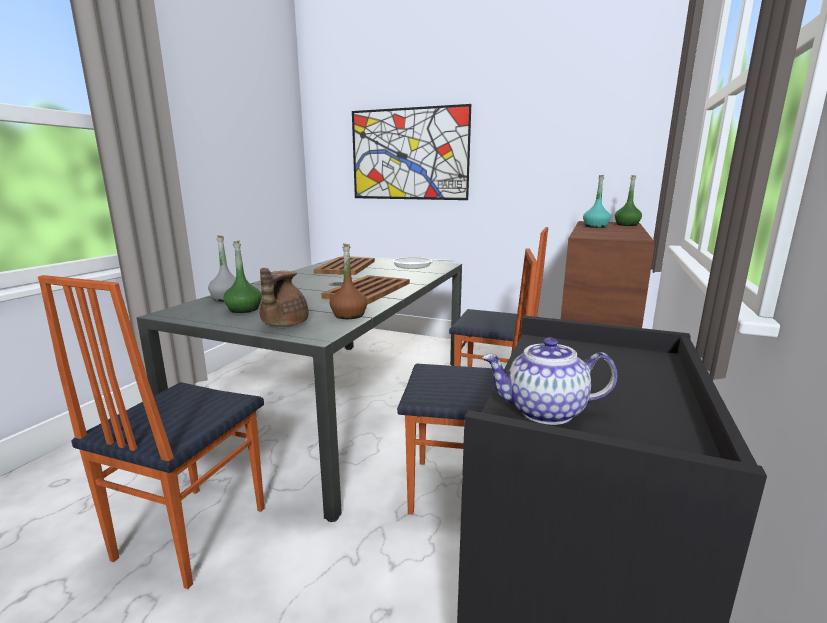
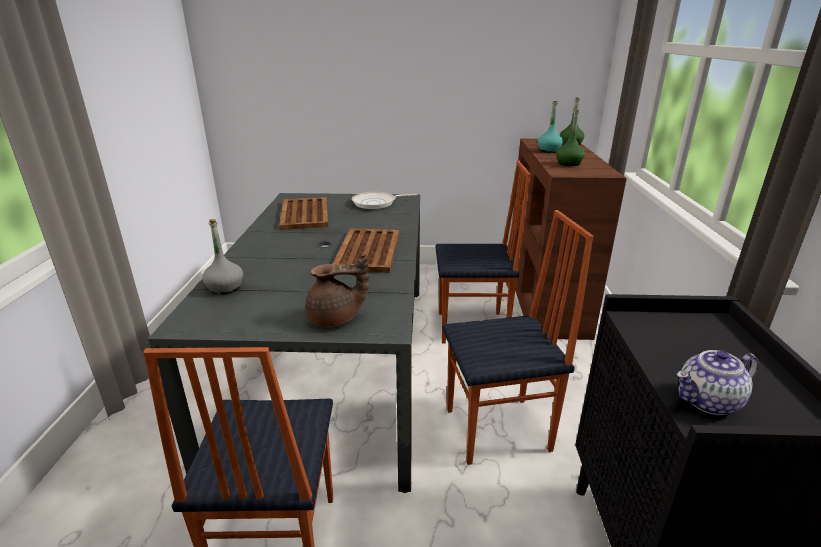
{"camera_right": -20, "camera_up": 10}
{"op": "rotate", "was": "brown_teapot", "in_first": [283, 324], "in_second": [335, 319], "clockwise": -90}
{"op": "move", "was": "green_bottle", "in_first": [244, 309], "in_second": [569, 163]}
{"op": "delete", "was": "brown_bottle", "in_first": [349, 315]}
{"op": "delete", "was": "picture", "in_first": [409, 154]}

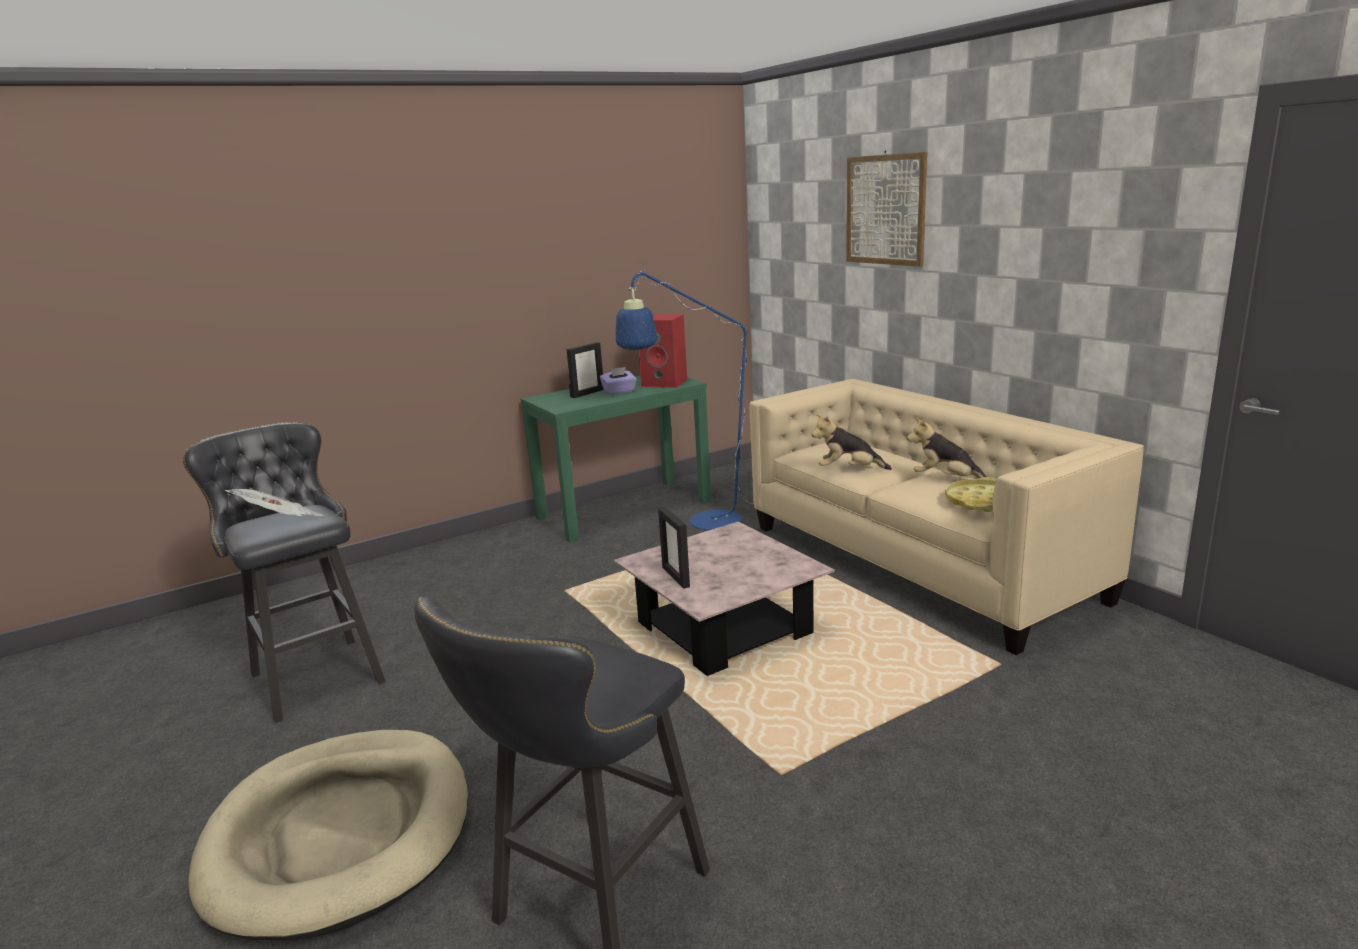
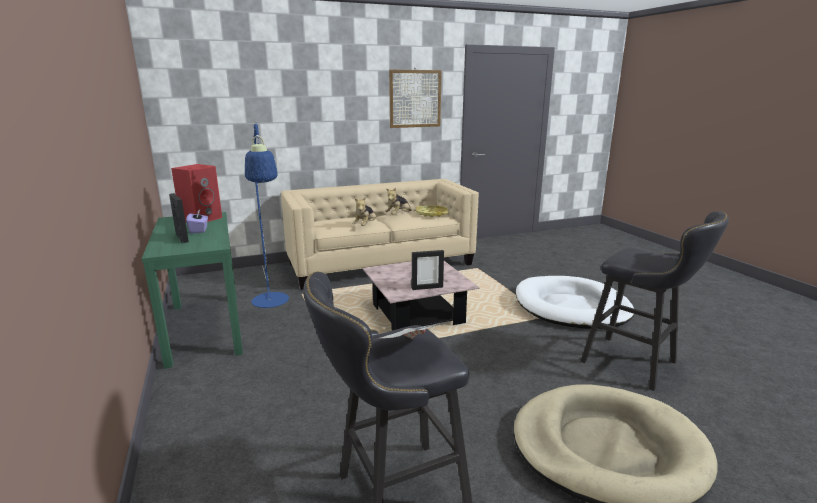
{"camera_right": -80, "camera_up": 0}
{"op": "move", "was": "picture", "in_first": [885, 208], "in_second": [415, 98]}
{"op": "insert", "now": "white_dog_bed", "in_second": [571, 307]}

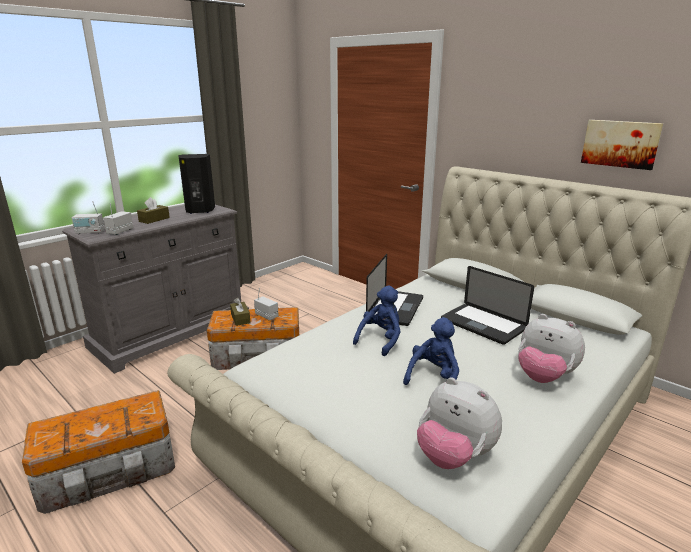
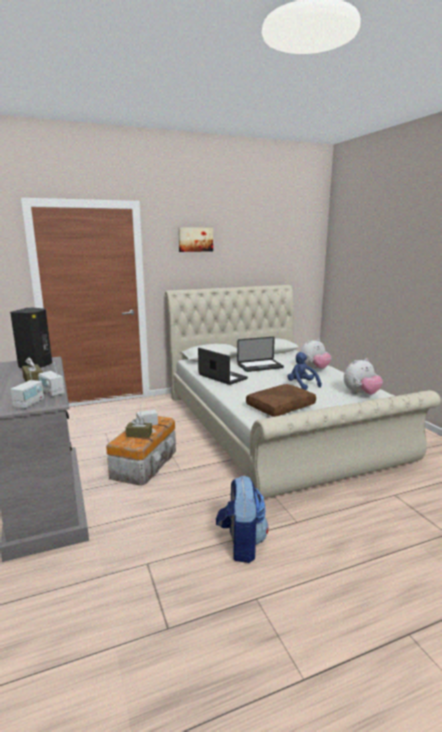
{"camera_right": -65, "camera_up": -5}
{"op": "move", "was": "picture", "in_first": [620, 143], "in_second": [195, 239]}
{"op": "replace", "was": "storage_box", "now": "backpack", "in_first": [110, 471], "in_second": [241, 544]}
{"op": "insert", "now": "brown_pillow", "in_second": [280, 406]}
{"op": "delete", "was": "blue_plush_toy", "in_first": [381, 340]}

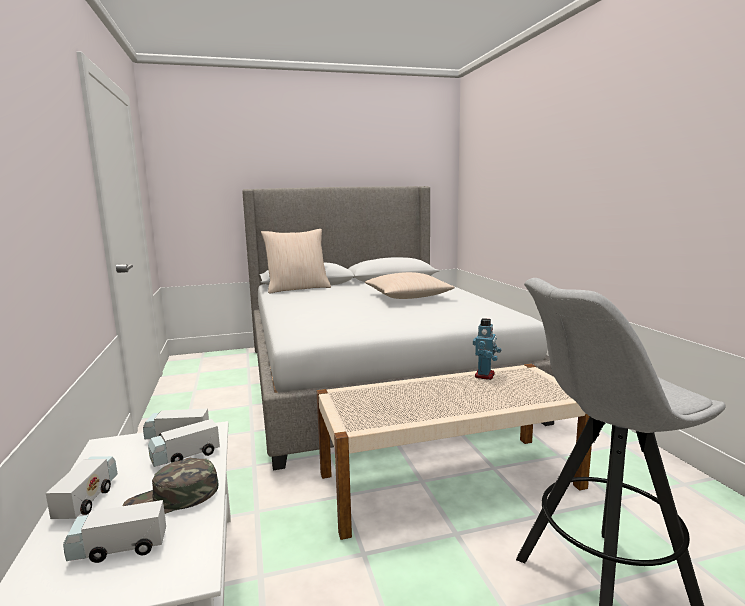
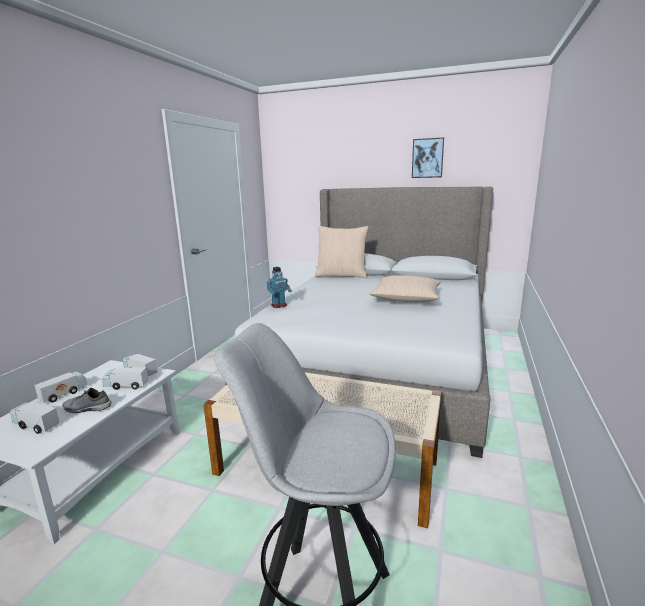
{"camera_right": 35, "camera_up": 5}
{"op": "replace", "was": "green_cap", "now": "grey_shoe", "in_first": [173, 498], "in_second": [86, 409]}
{"op": "move", "was": "toy_robot", "in_first": [485, 375], "in_second": [279, 305]}
{"op": "insert", "now": "picture", "in_second": [427, 158]}

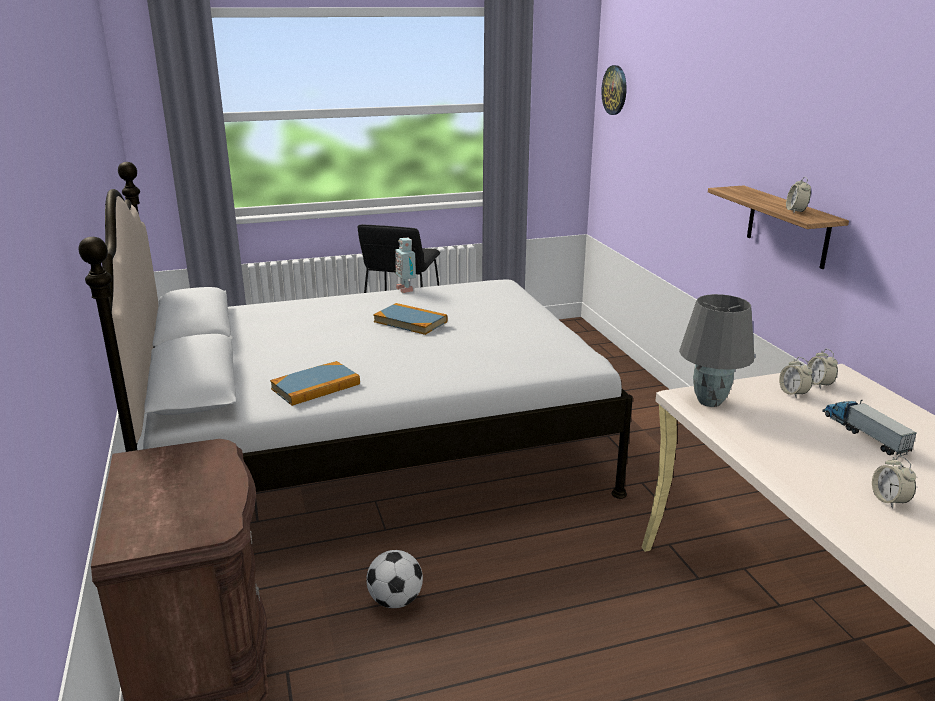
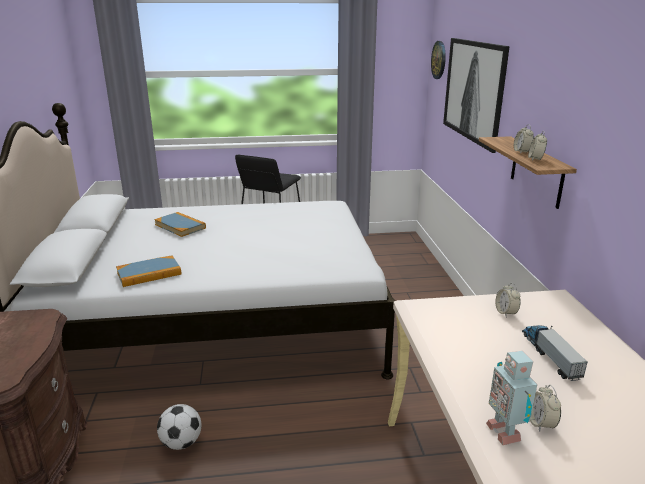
{"camera_right": 10, "camera_up": 0}
{"op": "move", "was": "book", "in_first": [410, 322], "in_second": [180, 226]}
{"op": "insert", "now": "picture", "in_second": [473, 90]}
{"op": "move", "was": "toy_robot", "in_first": [406, 289], "in_second": [505, 431]}
{"op": "move", "was": "alarm_clock", "in_first": [819, 384], "in_second": [521, 152]}
{"op": "delete", "was": "grey_table_lamp", "in_first": [709, 402]}

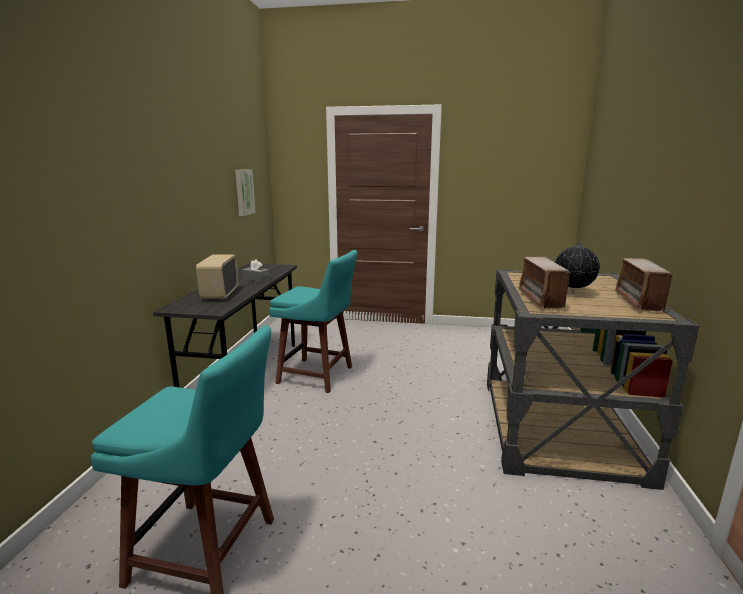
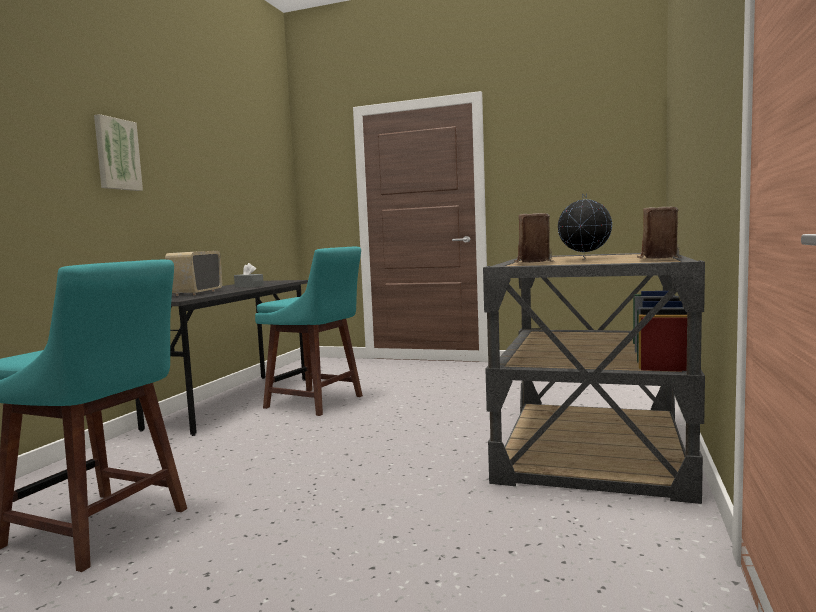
{"camera_right": 10, "camera_up": -10}
{"op": "move", "was": "picture", "in_first": [243, 192], "in_second": [116, 154]}

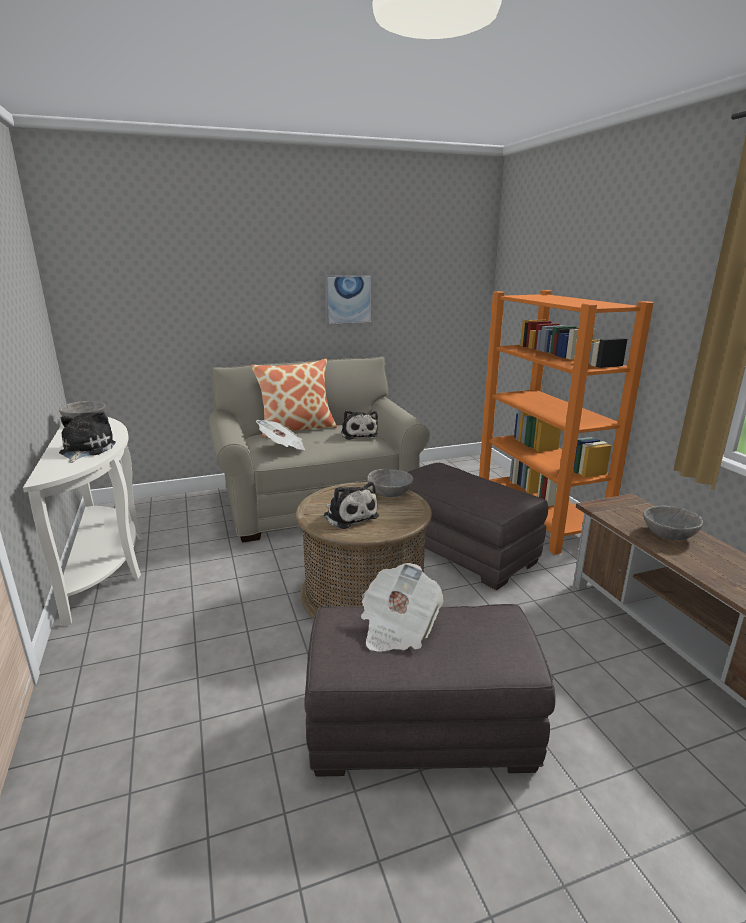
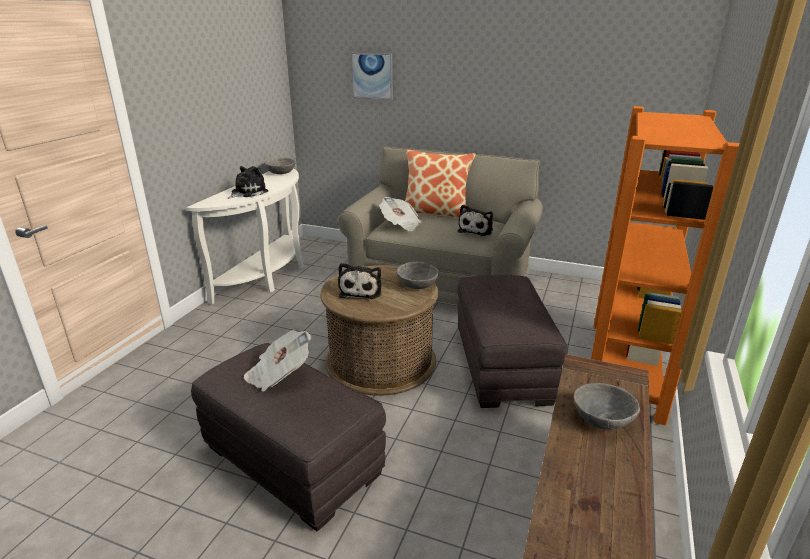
{"camera_right": 40, "camera_up": 5}
{"op": "move", "was": "picture", "in_first": [348, 299], "in_second": [372, 76]}

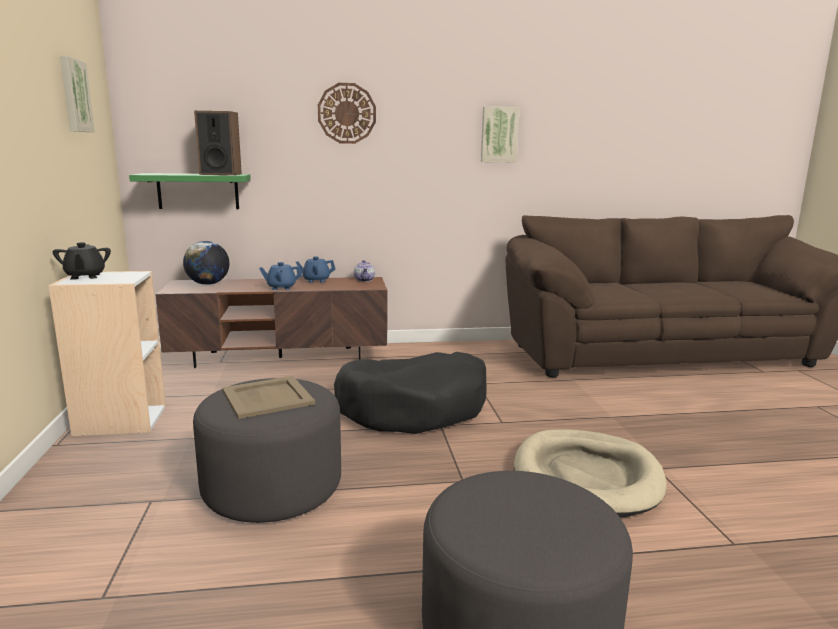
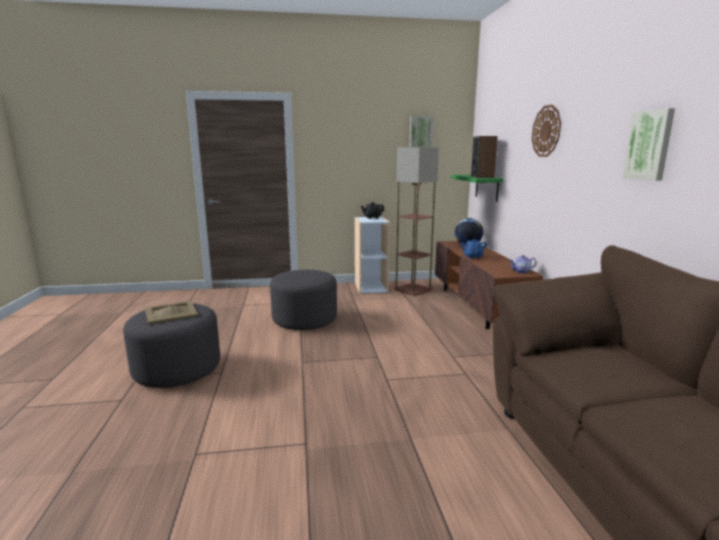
{"camera_right": 90, "camera_up": 0}
{"op": "move", "was": "beige_tray", "in_first": [268, 397], "in_second": [170, 313]}
{"op": "insert", "now": "floor_lamp", "in_second": [413, 290]}
{"op": "delete", "was": "blue_teapot", "in_first": [316, 280]}
{"op": "delete", "was": "black_dog_bed", "in_first": [414, 408]}
{"op": "delete", "was": "beige_dog_bed", "in_first": [587, 477]}

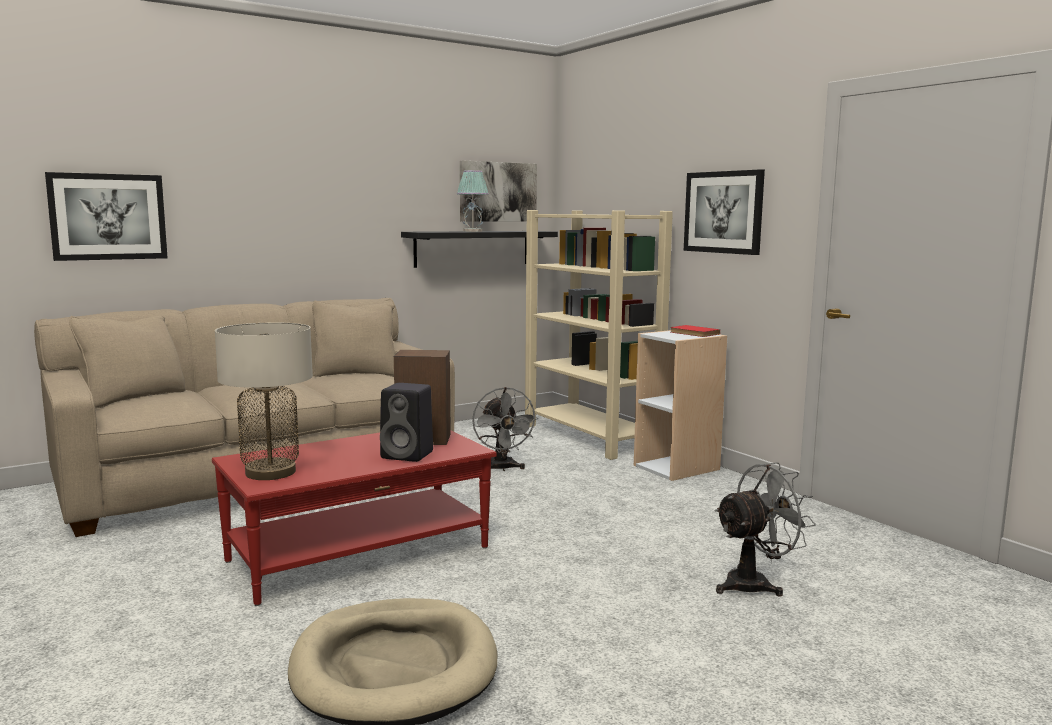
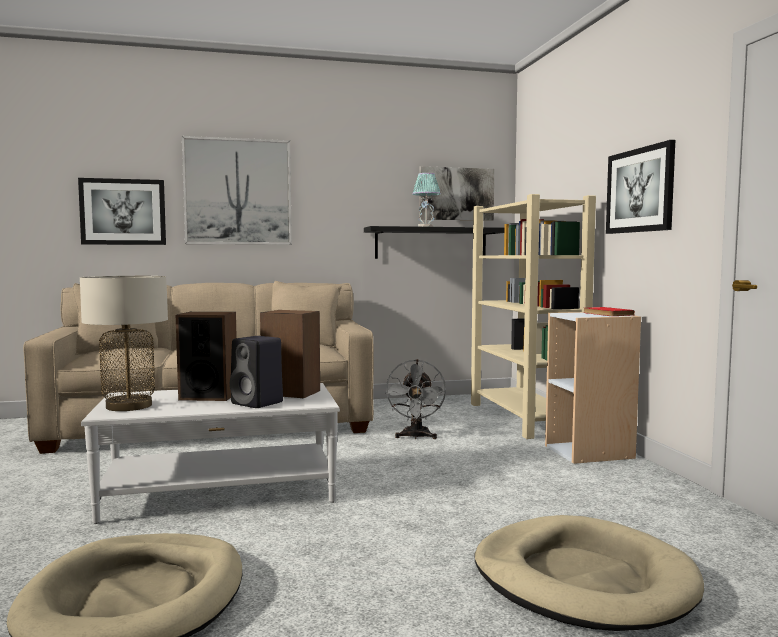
{"camera_right": 20, "camera_up": -5}
{"op": "recolor", "was": "red_coffee_table", "now": "white_coffee_table", "in_first": [360, 554], "in_second": [222, 493]}
{"op": "insert", "now": "speaker", "in_second": [208, 396]}
{"op": "insert", "now": "picture", "in_second": [238, 192]}
{"op": "replace", "was": "grey_fan", "now": "beige_dog_bed", "in_first": [755, 583], "in_second": [582, 579]}

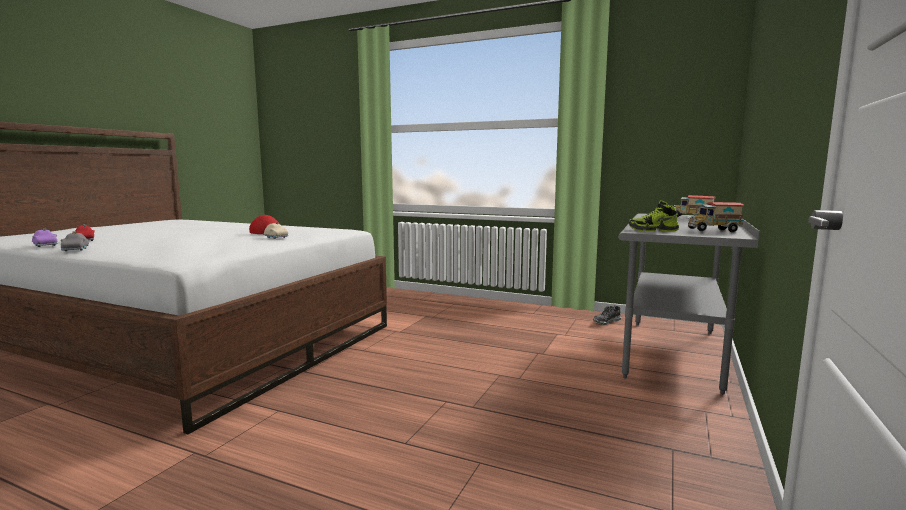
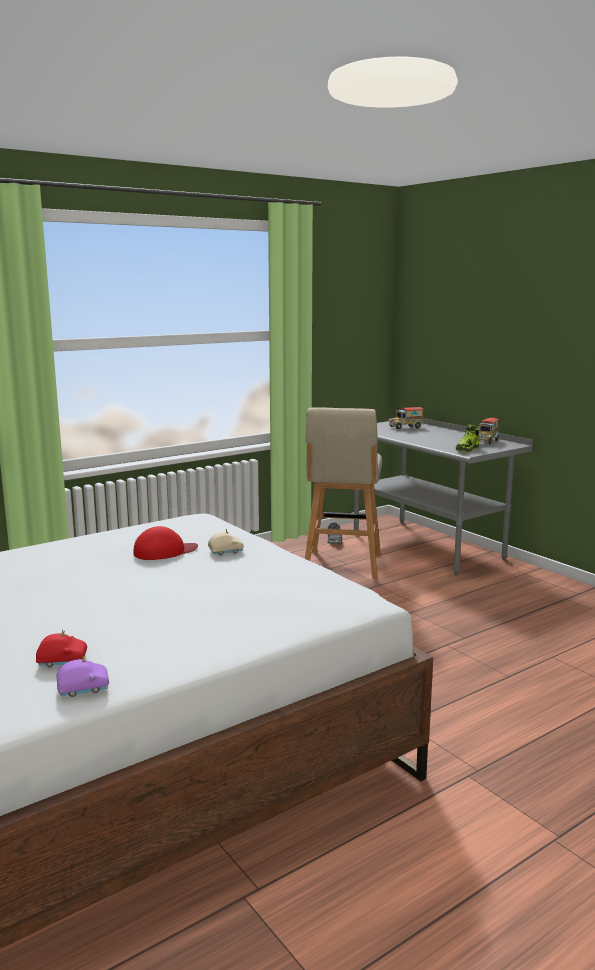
{"camera_right": -60, "camera_up": 5}
{"op": "insert", "now": "beige_stool", "in_second": [342, 565]}
{"op": "delete", "was": "grey_toy_car", "in_first": [76, 249]}

